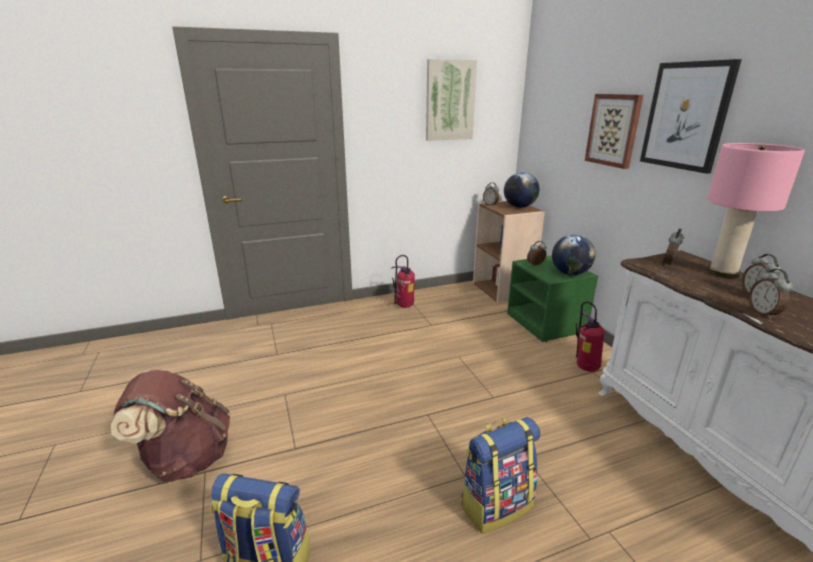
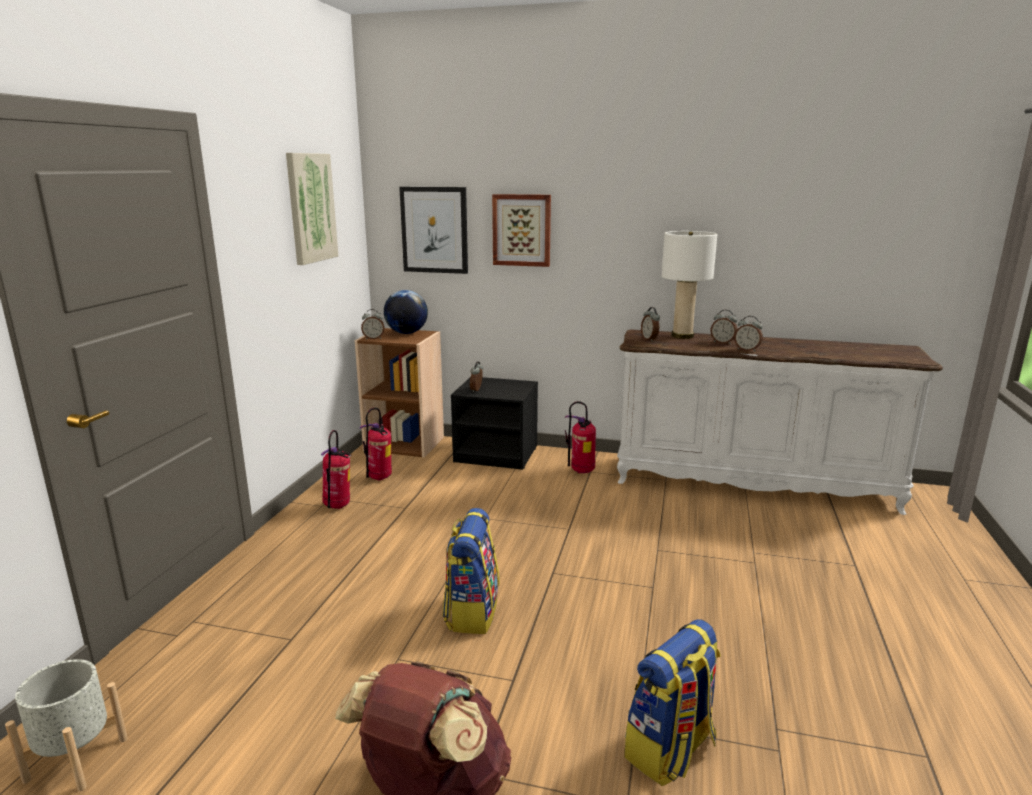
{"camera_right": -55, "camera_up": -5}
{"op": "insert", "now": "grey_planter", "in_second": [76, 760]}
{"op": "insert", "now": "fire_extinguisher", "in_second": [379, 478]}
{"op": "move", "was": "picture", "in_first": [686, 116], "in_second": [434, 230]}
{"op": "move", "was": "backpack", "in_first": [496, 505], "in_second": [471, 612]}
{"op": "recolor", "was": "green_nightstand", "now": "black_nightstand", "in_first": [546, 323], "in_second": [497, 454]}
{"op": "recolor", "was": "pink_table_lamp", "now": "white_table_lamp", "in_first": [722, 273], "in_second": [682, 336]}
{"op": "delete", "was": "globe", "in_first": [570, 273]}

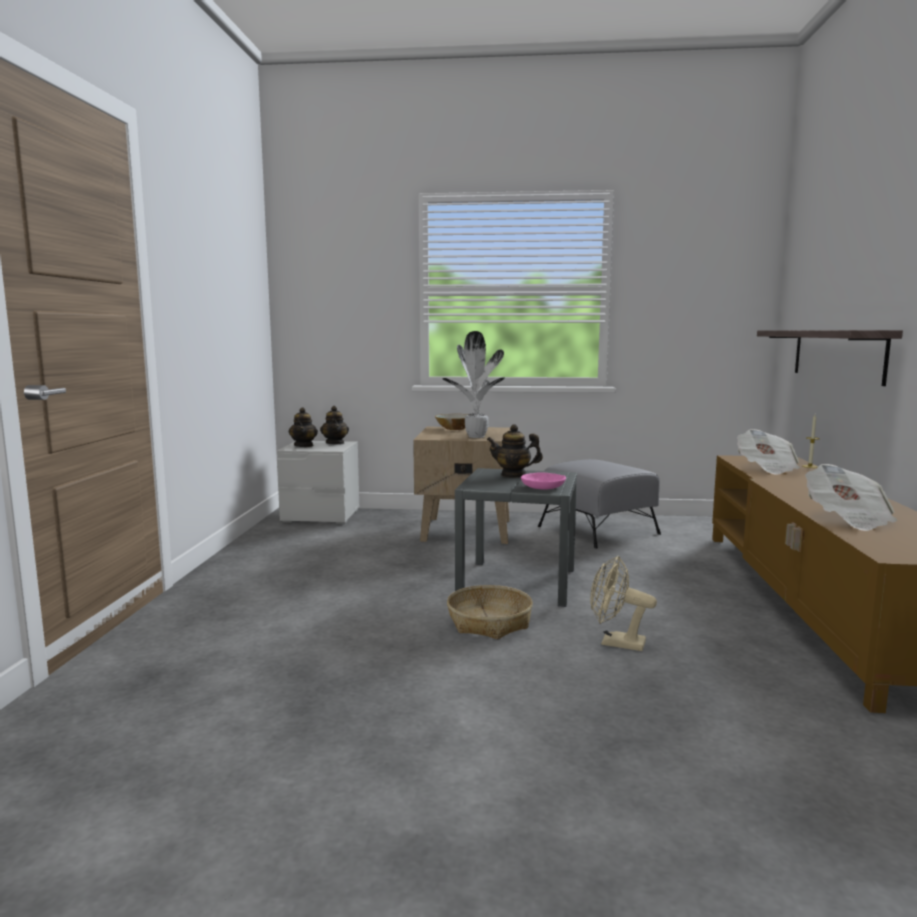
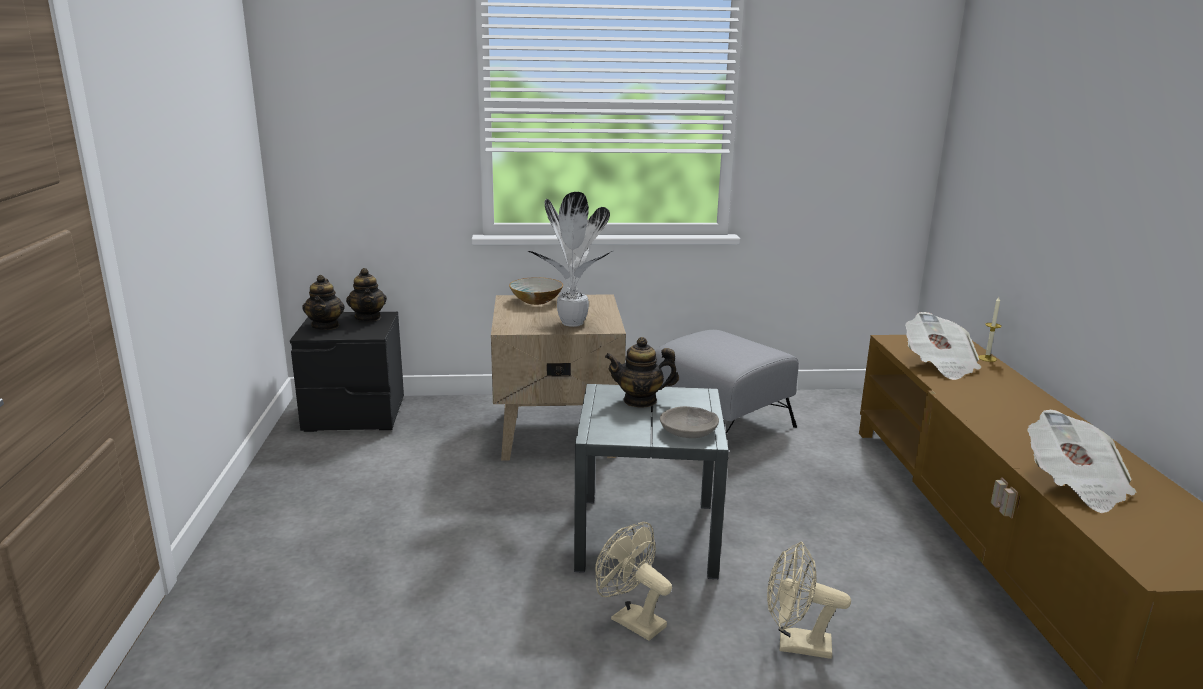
{"camera_right": -10, "camera_up": 10}
{"op": "recolor", "was": "white_nightstand", "now": "black_nightstand", "in_first": [321, 515], "in_second": [355, 414]}
{"op": "replace", "was": "basket", "now": "beige_fan", "in_first": [489, 623], "in_second": [631, 620]}
{"op": "recolor", "was": "pink_bowl", "now": "grey_bowl", "in_first": [543, 487], "in_second": [689, 430]}
{"op": "delete", "was": "shelf", "in_first": [837, 354]}

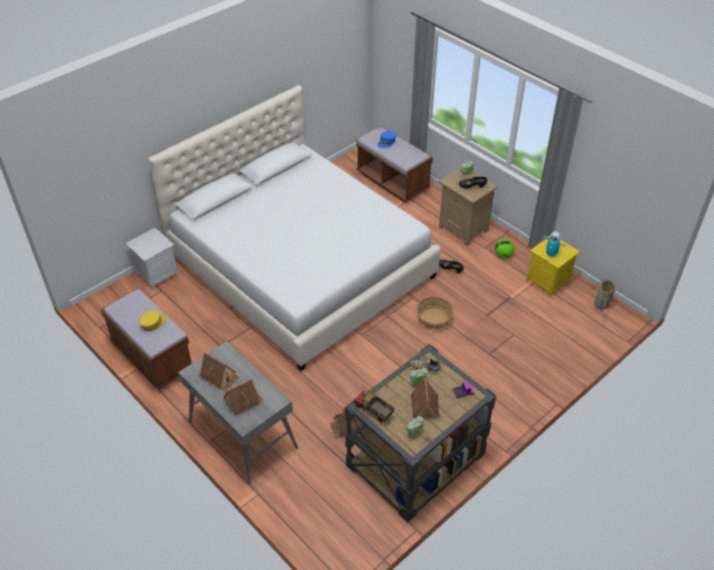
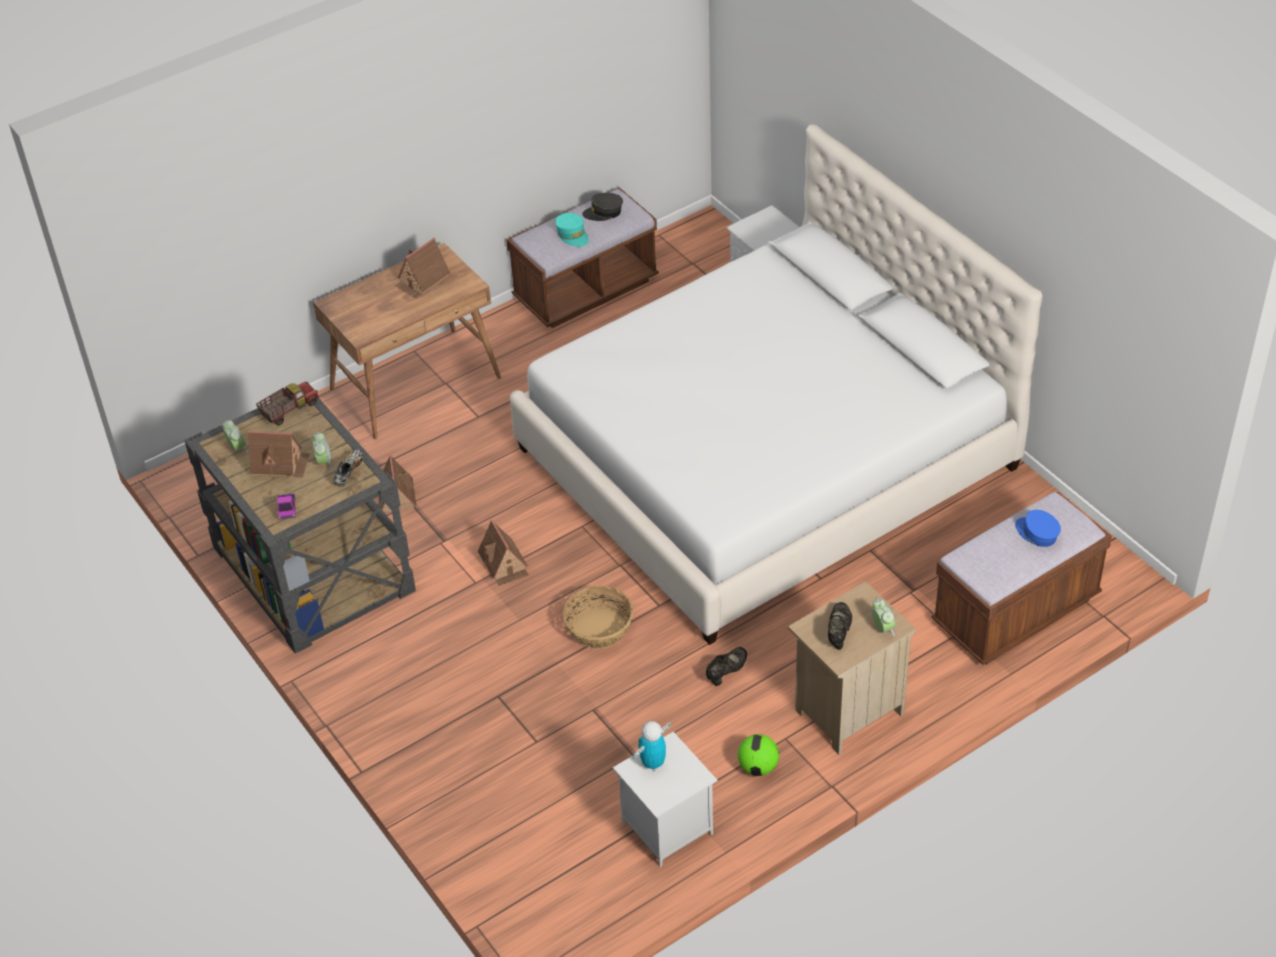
{"camera_right": 100, "camera_up": 0}
{"op": "recolor", "was": "grey_desk", "now": "brown_desk", "in_first": [242, 435], "in_second": [416, 383]}
{"op": "move", "was": "toy_house", "in_first": [243, 401], "in_second": [504, 564]}
{"op": "recolor", "was": "yellow_cap", "now": "turquoise_cap", "in_first": [153, 323], "in_second": [572, 235]}
{"op": "insert", "now": "grey_cap", "in_second": [603, 212]}
{"op": "recolor", "was": "yellow_nightstand", "now": "grey_nightstand", "in_first": [549, 282], "in_second": [666, 830]}
{"op": "delete", "was": "basket", "in_first": [601, 306]}

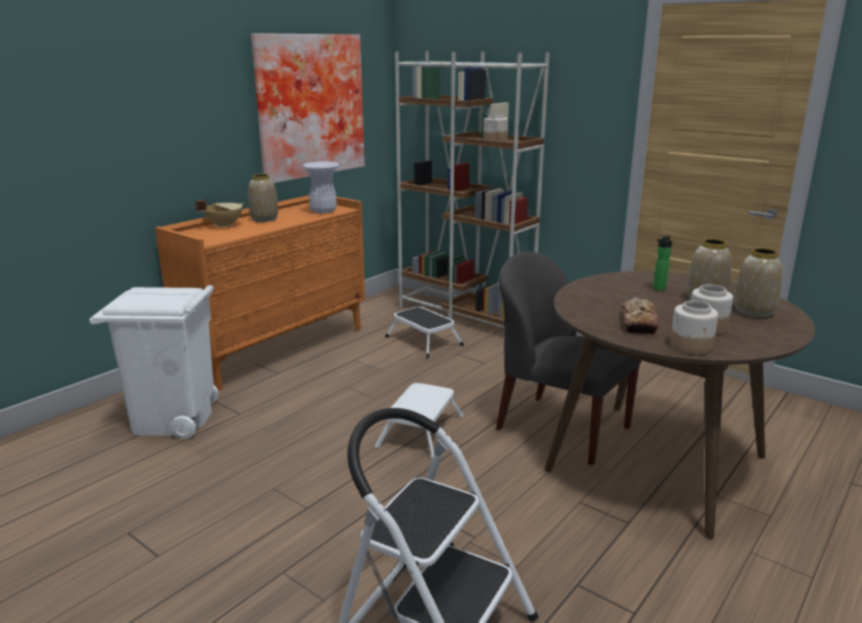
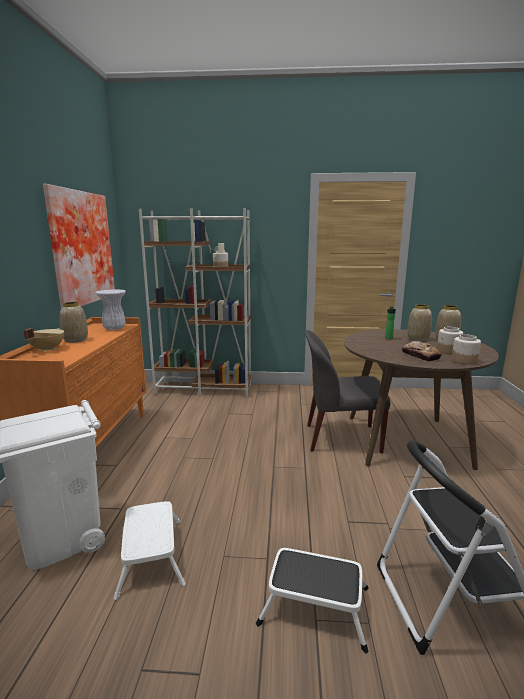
{"camera_right": -35, "camera_up": -5}
{"op": "move", "was": "white_step_ladder", "in_first": [420, 431], "in_second": [150, 555]}
{"op": "move", "was": "black_step_ladder", "in_first": [424, 341], "in_second": [314, 605]}

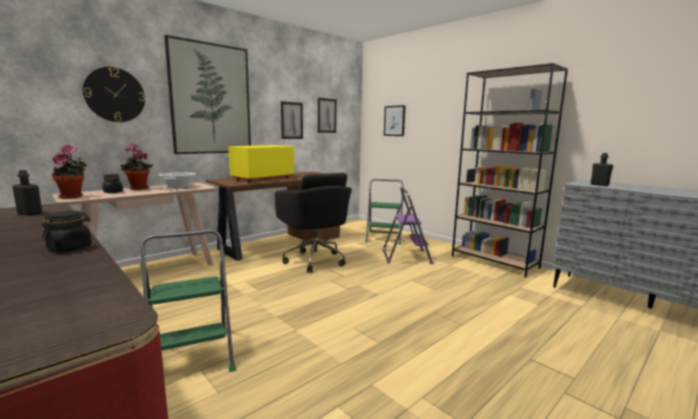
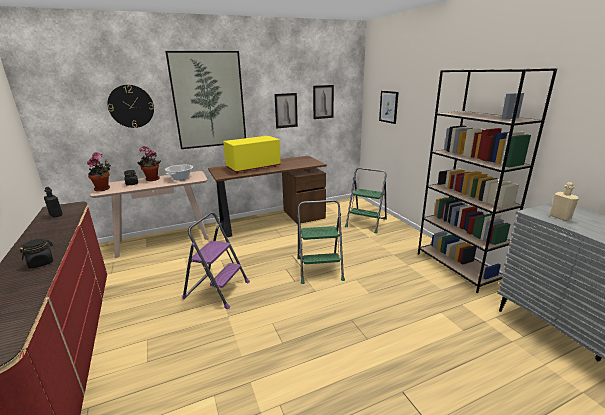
{"camera_right": 20, "camera_up": 10}
{"op": "move", "was": "purple_step_ladder", "in_first": [404, 256], "in_second": [215, 289]}
{"op": "move", "was": "green_step_ladder", "in_first": [192, 353], "in_second": [319, 267]}
{"op": "recolor", "was": "black_bottle", "now": "beige_bottle", "in_first": [599, 185], "in_second": [560, 217]}
{"op": "delete", "was": "black_office_chair", "in_first": [313, 260]}

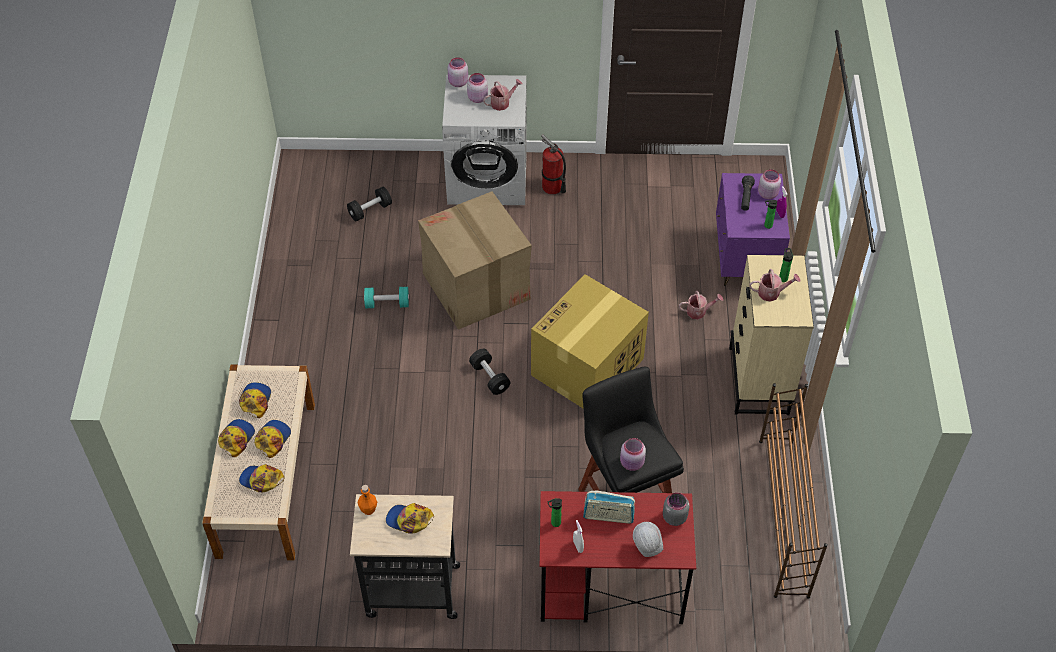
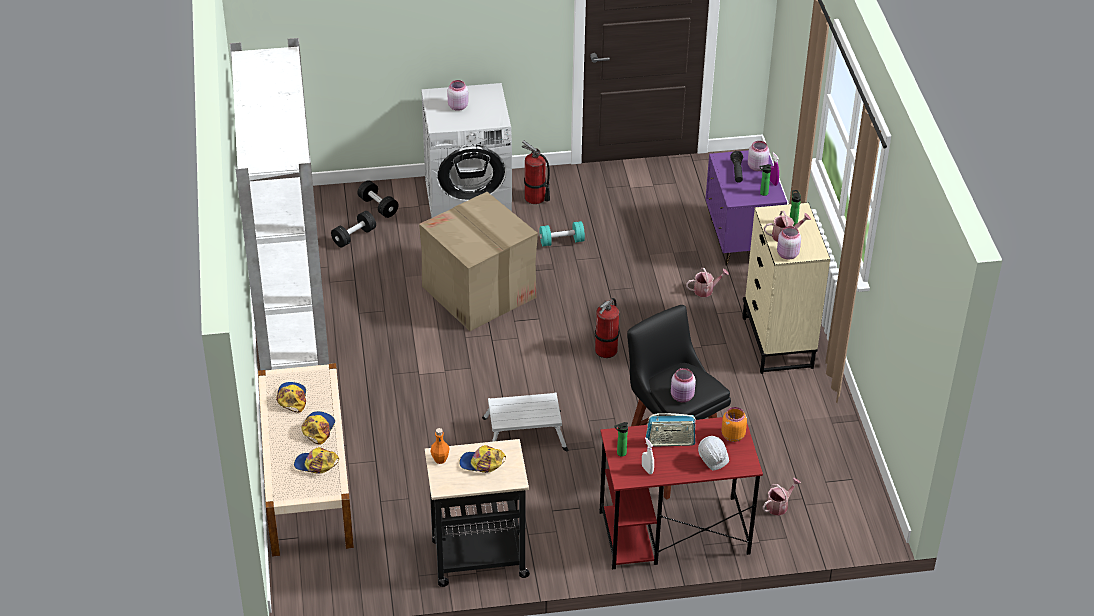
{"camera_right": -10, "camera_up": -10}
{"op": "insert", "now": "white_bookcase", "in_second": [290, 306]}
{"op": "move", "was": "black_dumbbell", "in_first": [489, 377], "in_second": [378, 206]}
{"op": "insert", "now": "white_step_ladder", "in_second": [524, 434]}
{"op": "move", "was": "turquoise_dumbbell", "in_first": [387, 304], "in_second": [561, 241]}
{"op": "replace", "was": "cardboard_box", "now": "fire_extinguisher", "in_first": [587, 368], "in_second": [606, 350]}
{"op": "recolor", "was": "grey_jar", "now": "orange_jar", "in_first": [673, 517], "in_second": [732, 435]}
{"op": "move", "was": "watering_can", "in_first": [502, 102], "in_second": [779, 505]}
{"op": "move", "was": "pink_jar", "in_first": [457, 82], "in_second": [787, 254]}
{"op": "delete", "was": "cap", "in_first": [236, 438]}
{"op": "delete", "was": "brown_shoe_rack", "in_first": [783, 517]}

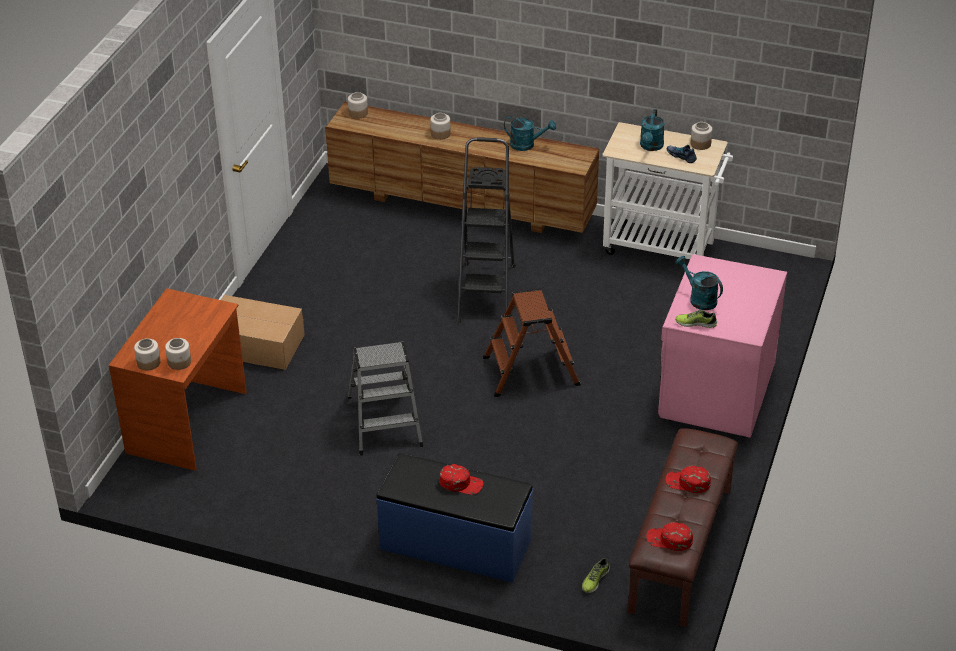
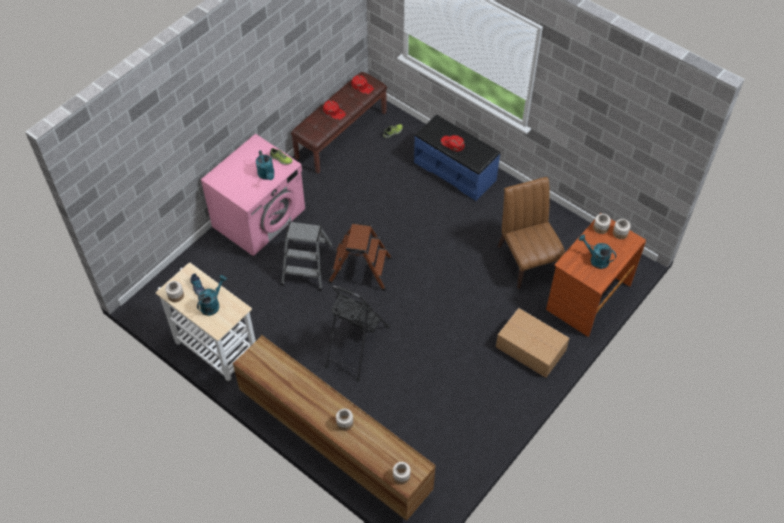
{"camera_right": -160, "camera_up": 15}
{"op": "move", "was": "grey_step_ladder", "in_first": [384, 420], "in_second": [307, 264]}
{"op": "insert", "now": "brown_chair", "in_second": [527, 262]}
{"op": "move", "was": "turquoise_watering_can", "in_first": [527, 145], "in_second": [596, 259]}

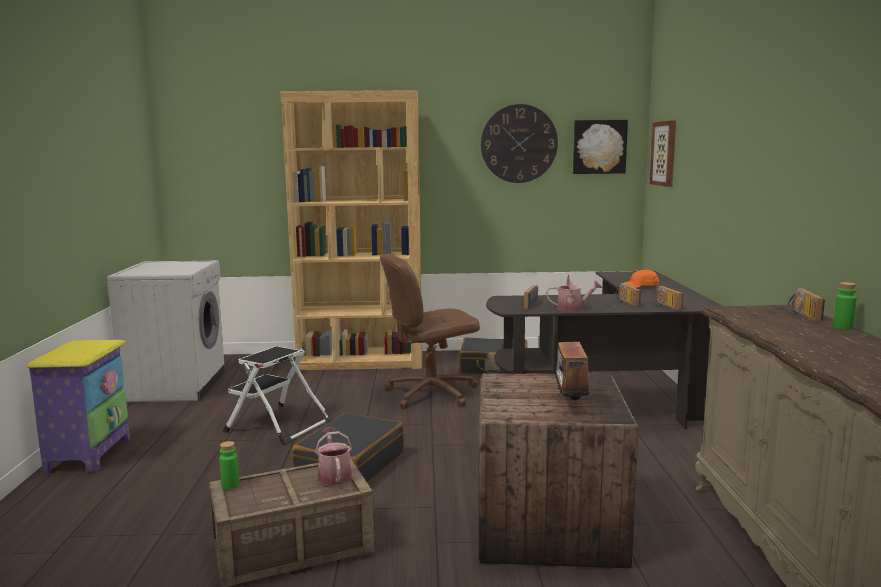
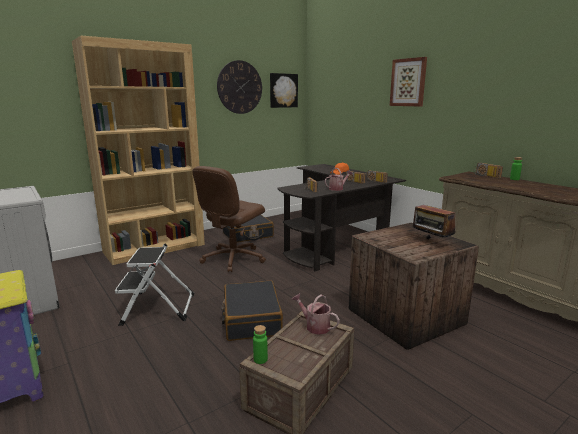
{"camera_right": -35, "camera_up": 5}
{"op": "move", "was": "picture", "in_first": [664, 153], "in_second": [408, 82]}

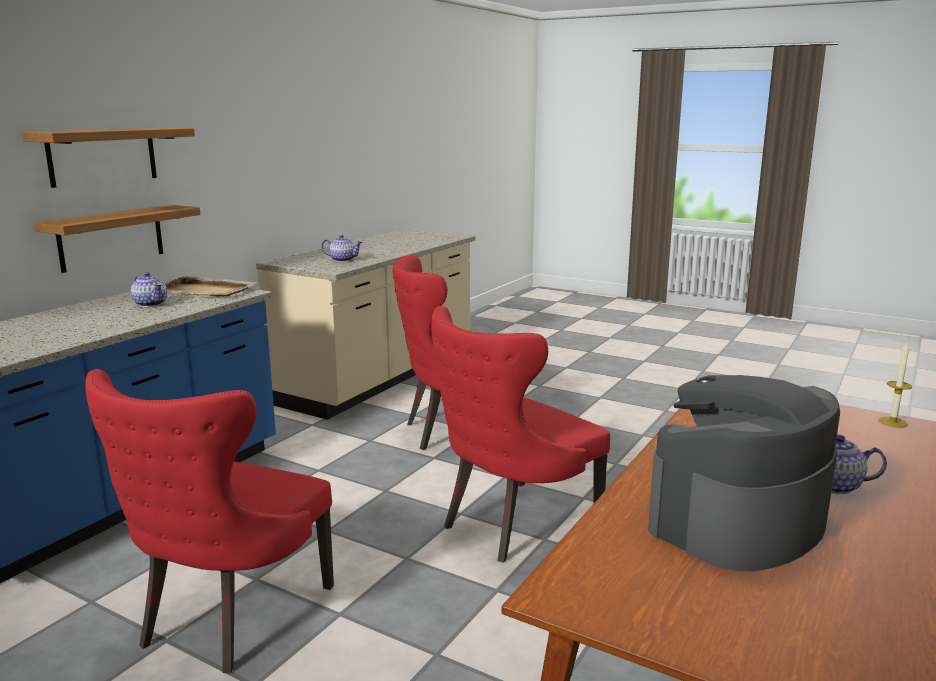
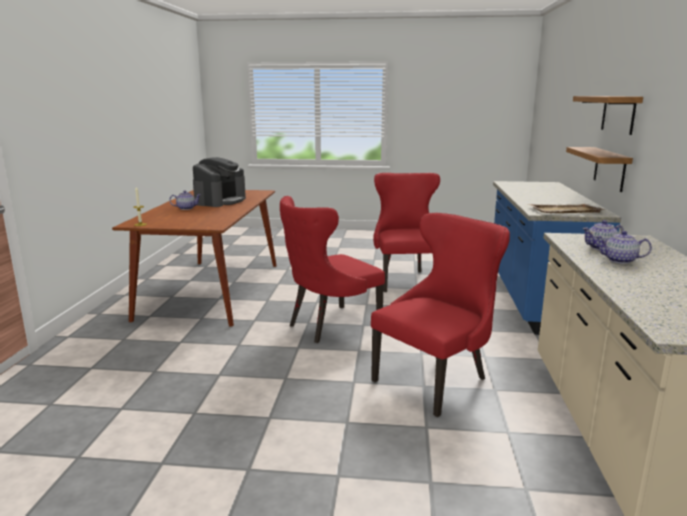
{"camera_right": 155, "camera_up": 0}
{"op": "rotate", "was": "red_chair", "in_first": [513, 524], "in_second": [330, 325], "clockwise": -150}
{"op": "move", "was": "teapot", "in_first": [150, 304], "in_second": [620, 260]}

